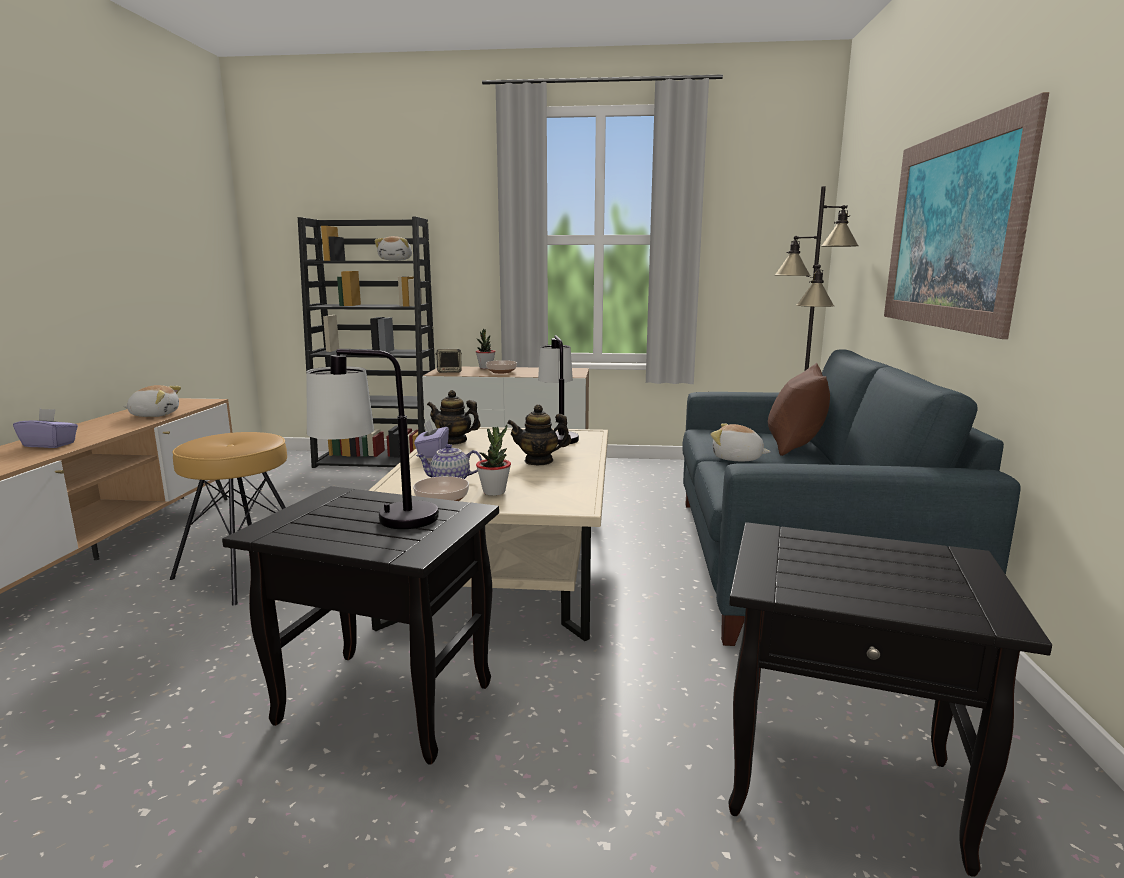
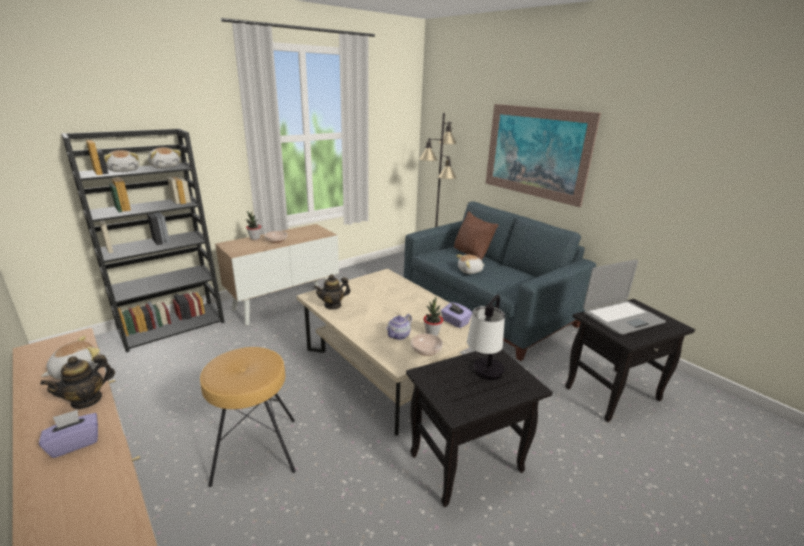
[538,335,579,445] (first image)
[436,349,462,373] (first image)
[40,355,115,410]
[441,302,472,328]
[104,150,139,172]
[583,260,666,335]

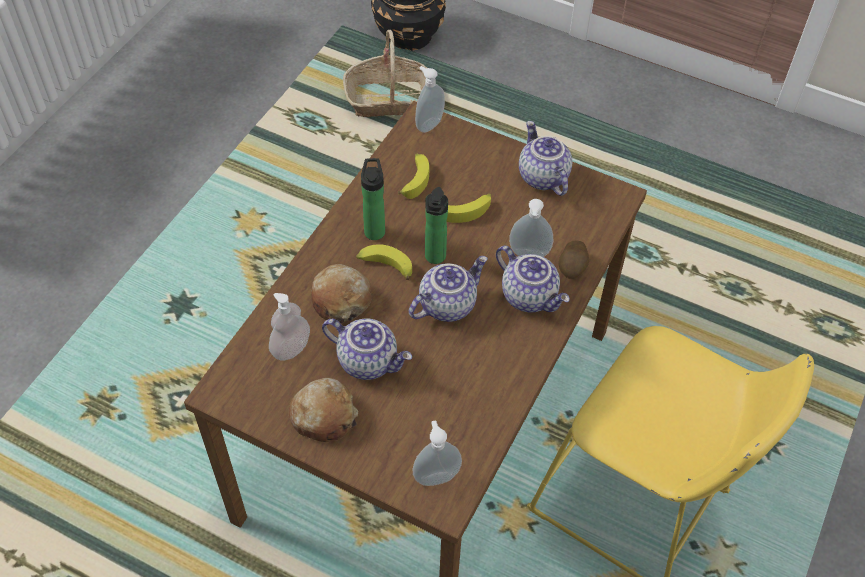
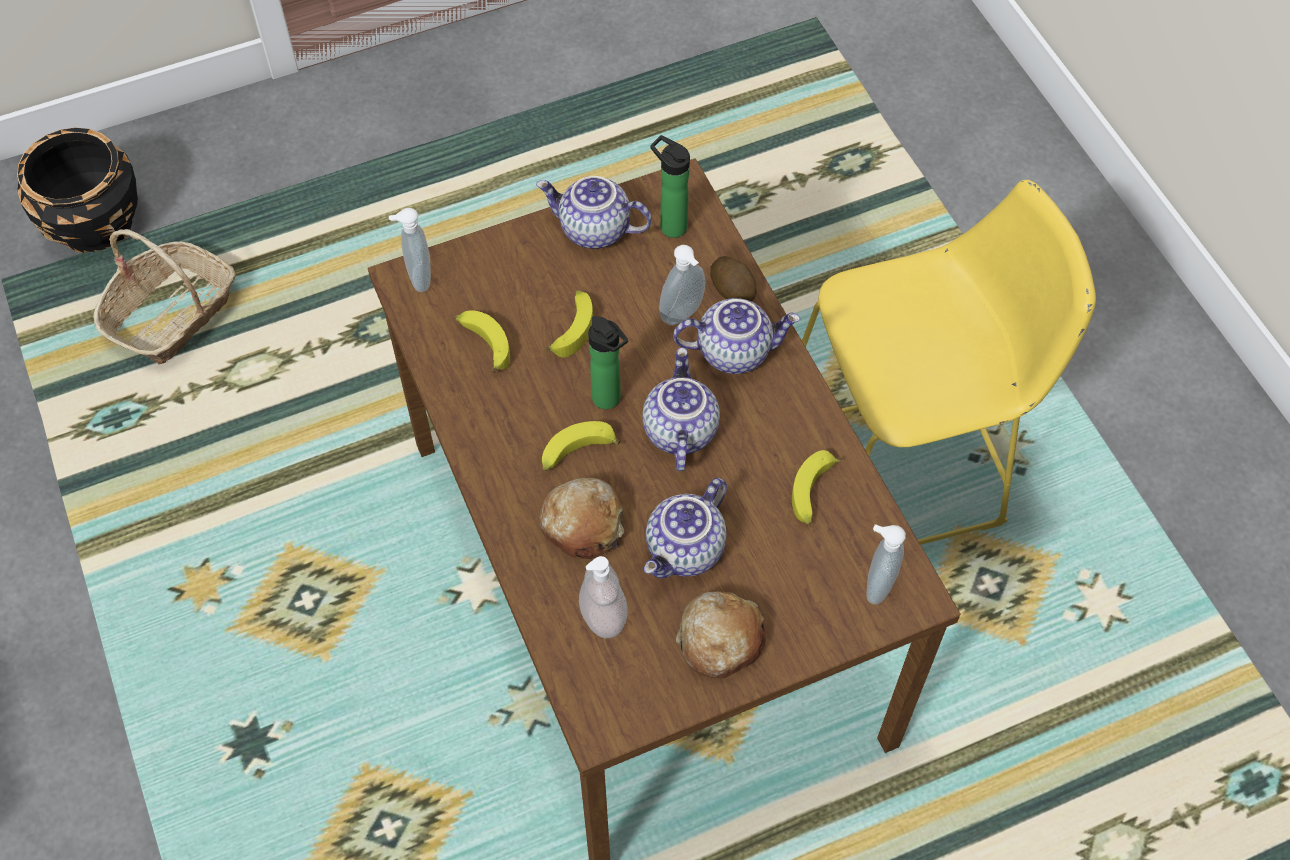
[651,135,690,238]
[644,478,727,579]
[792,450,841,525]

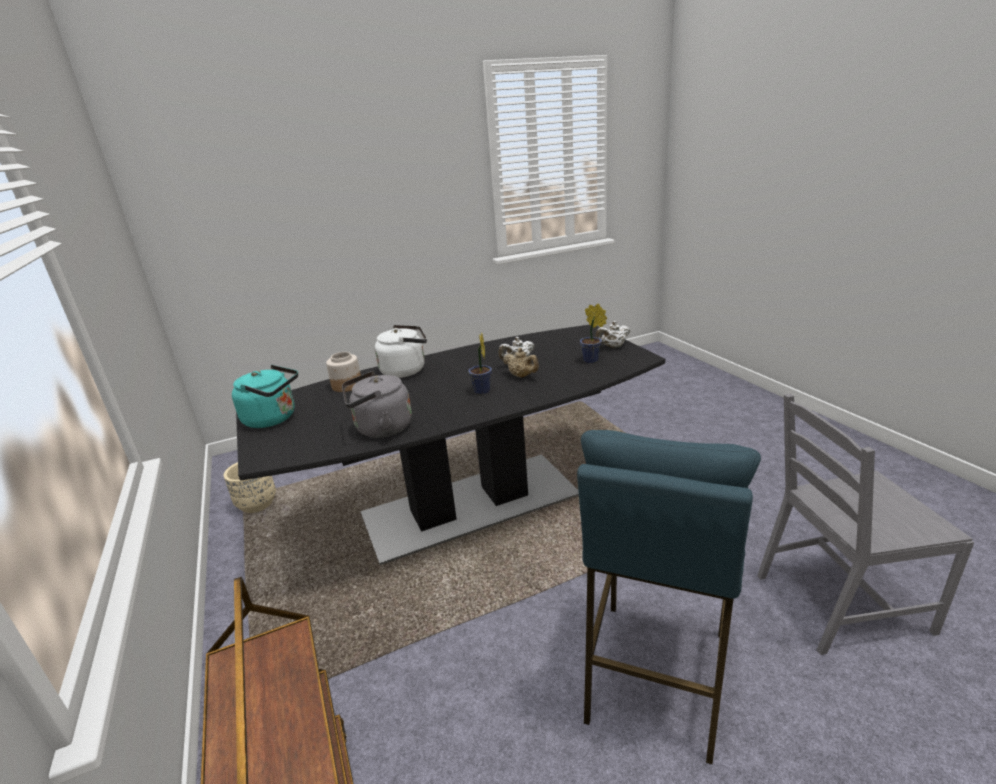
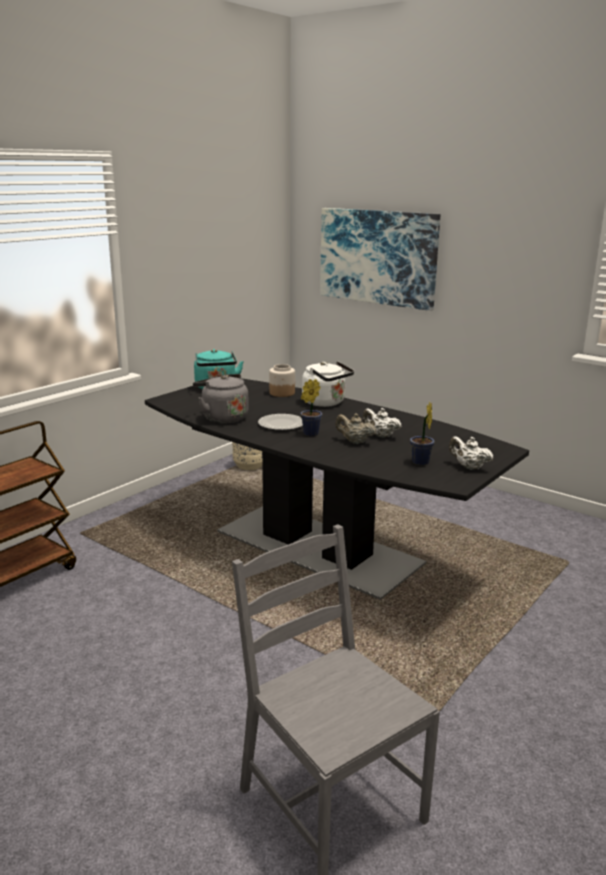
[335,413,376,444]
[577,430,761,765] (first image)
[320,208,440,311]
[258,414,303,430]

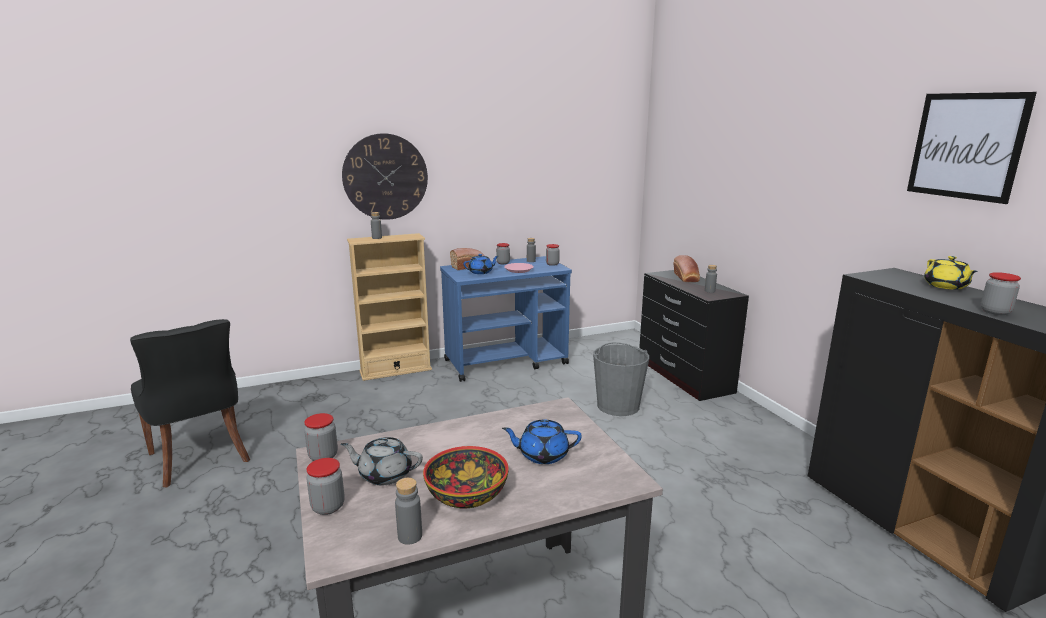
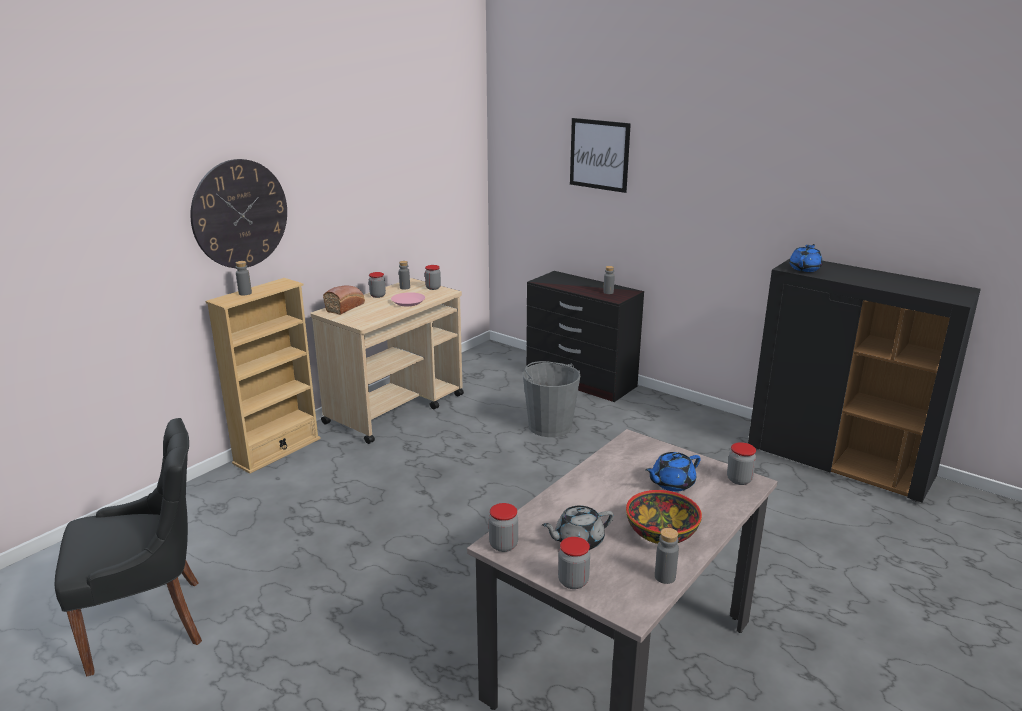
[570,118,631,193]
[789,244,823,272]
[673,255,700,282] (first image)
[310,278,464,444]
[924,256,978,290] (first image)
[727,442,756,485]
[55,418,202,676]

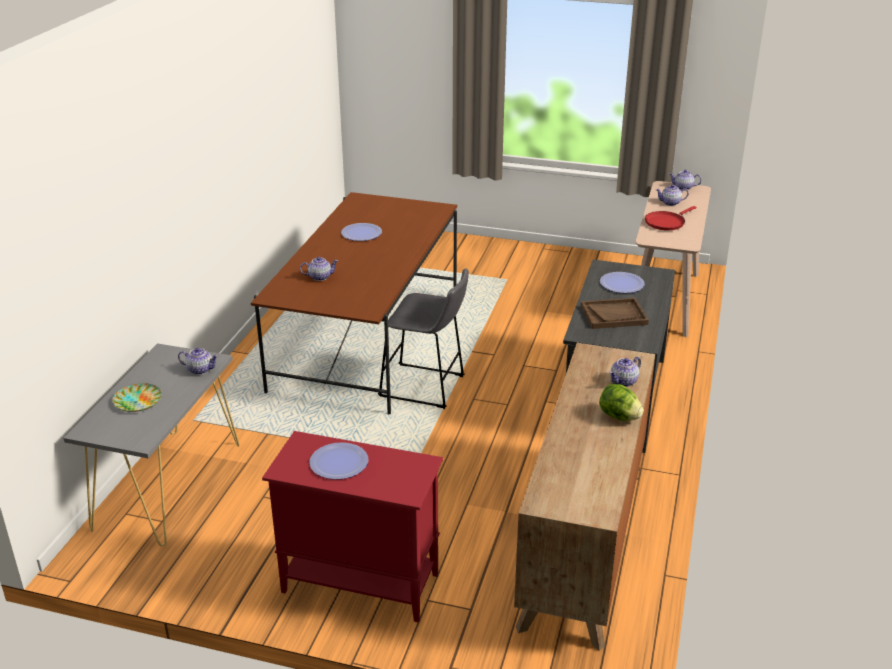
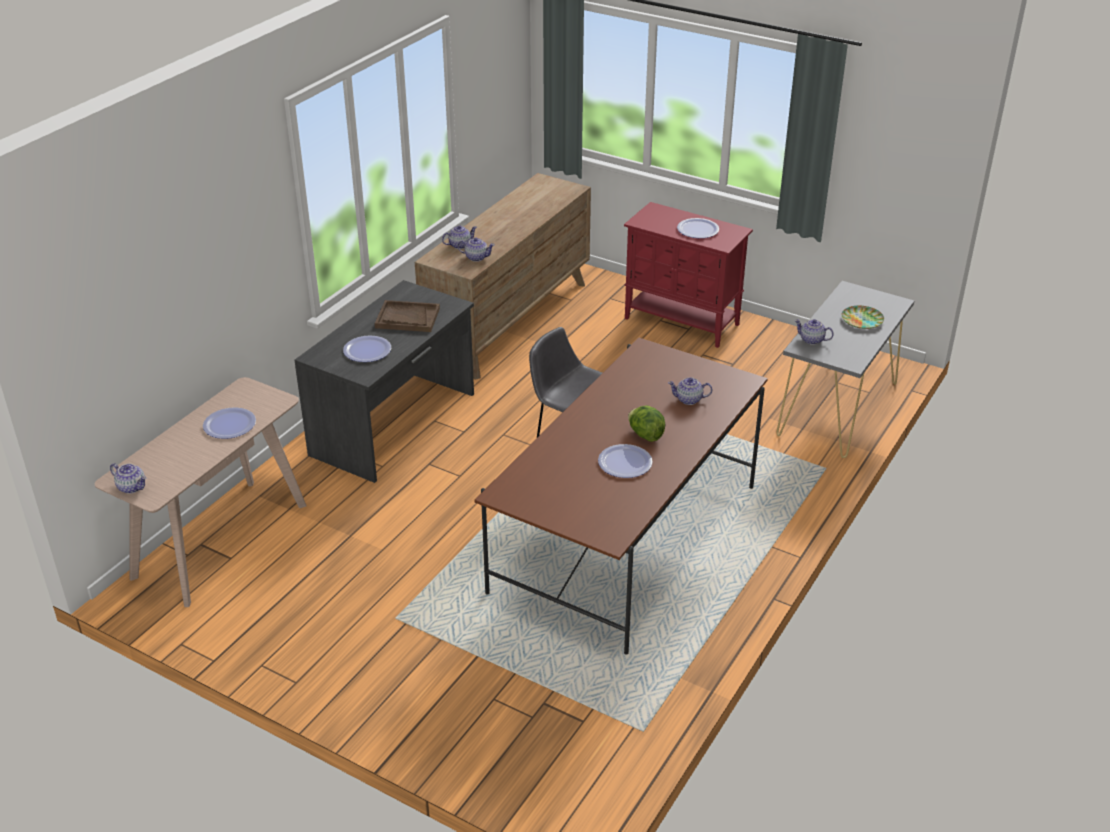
[458,238,495,262]
[203,407,256,439]
[628,405,665,442]

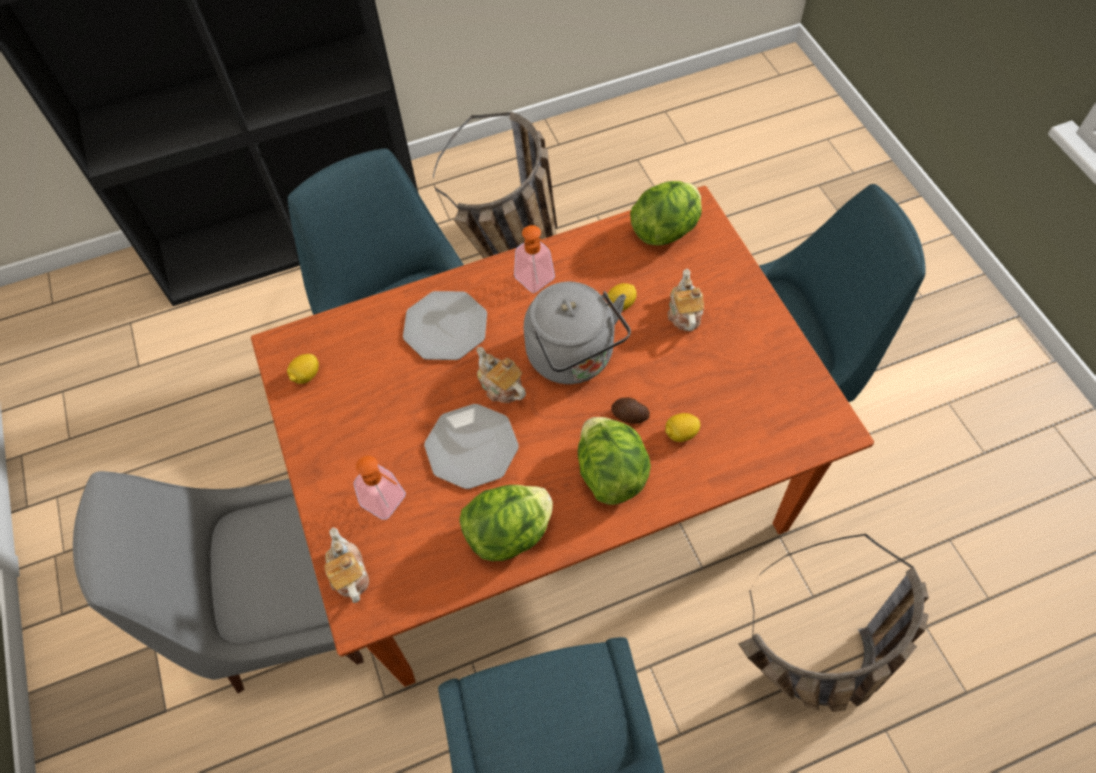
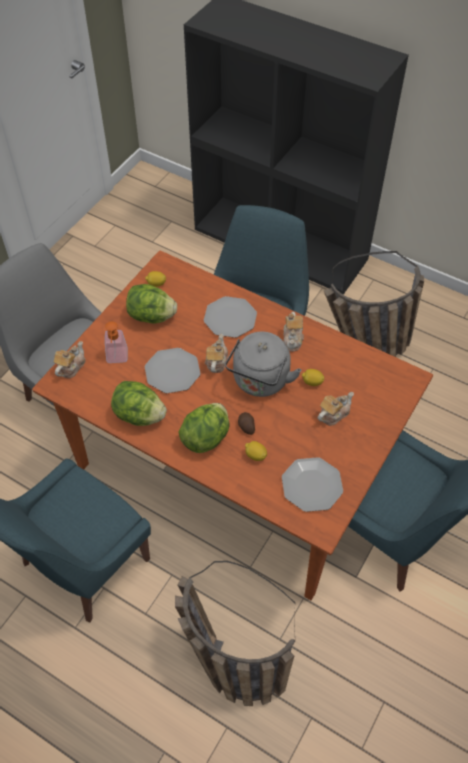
[126,284,177,324]
[283,312,304,351]
[282,457,343,512]

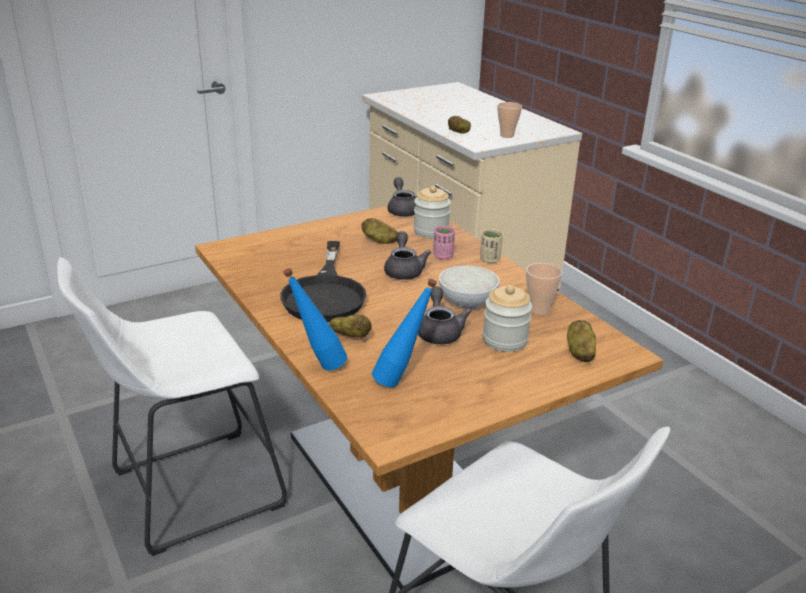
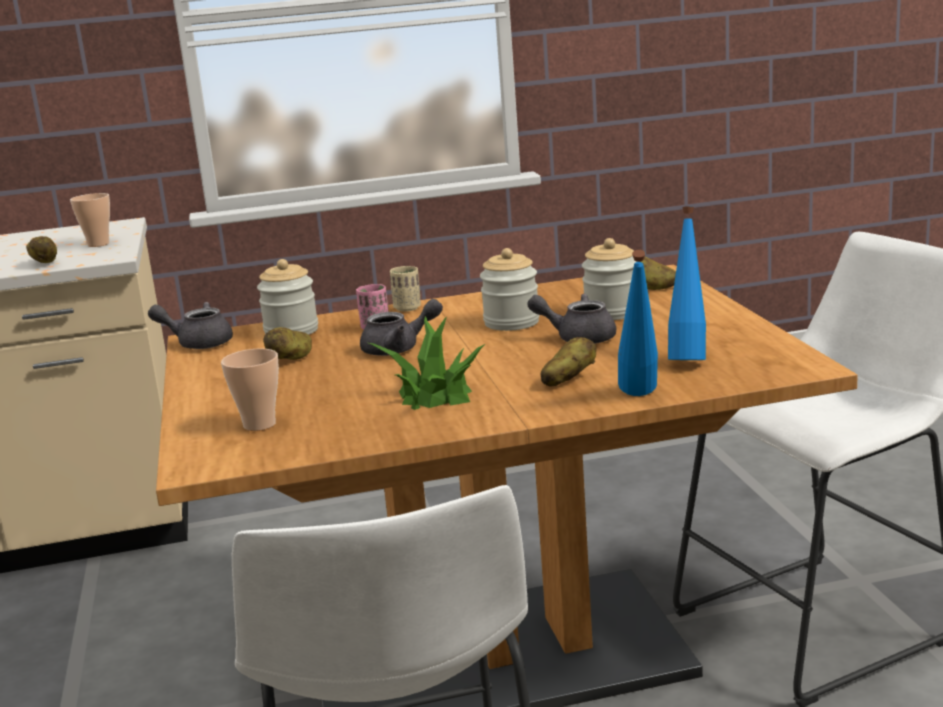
[360,299,443,356]
[368,316,485,410]
[221,348,279,431]
[480,248,540,331]

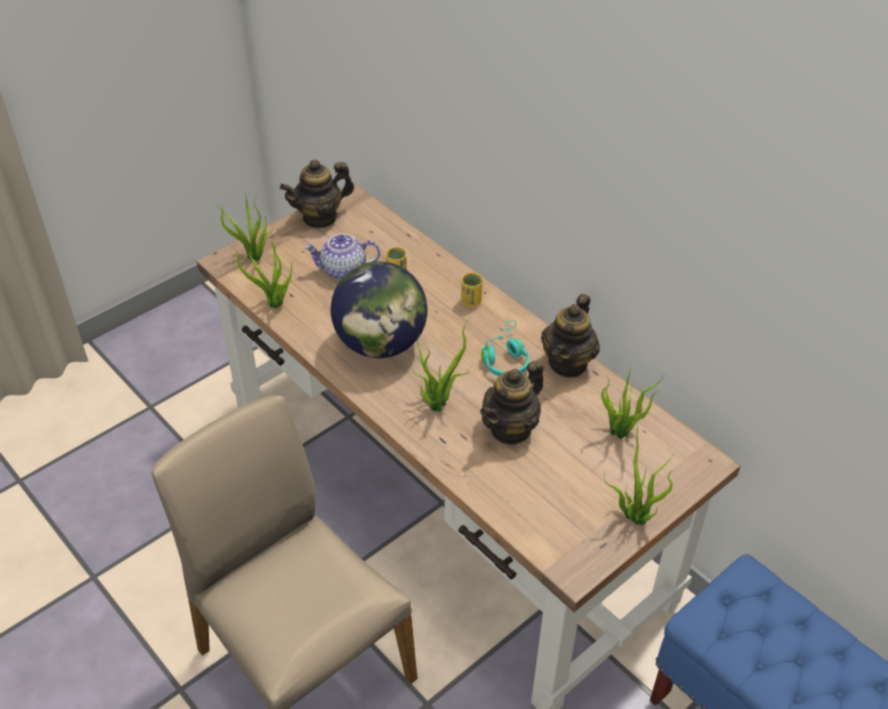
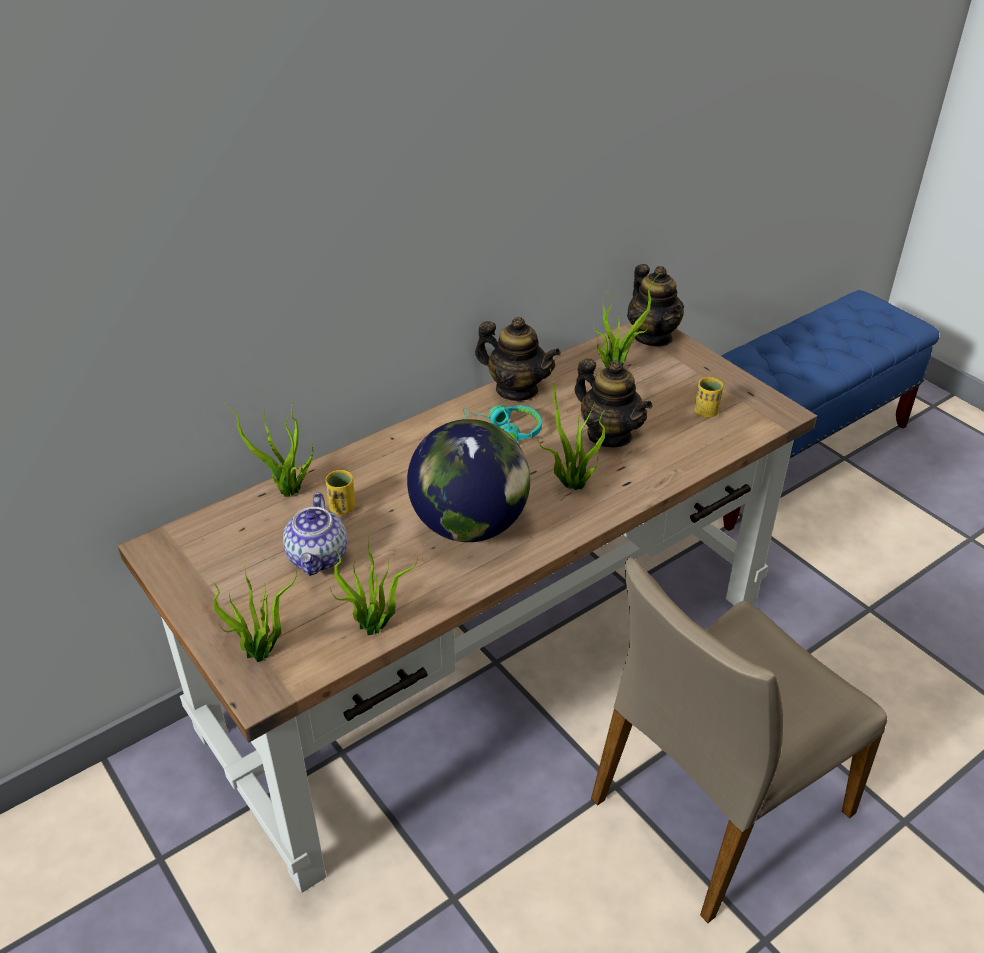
[627,264,684,347]
[695,377,723,418]
[224,402,314,497]

